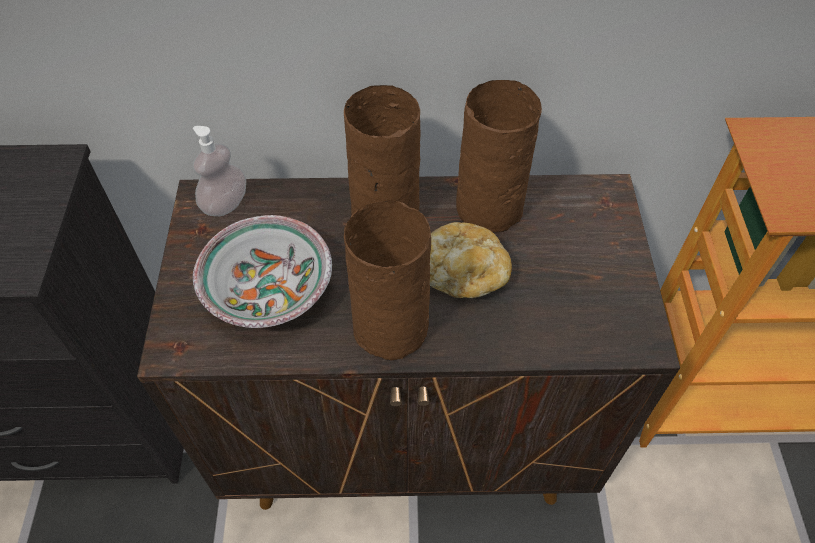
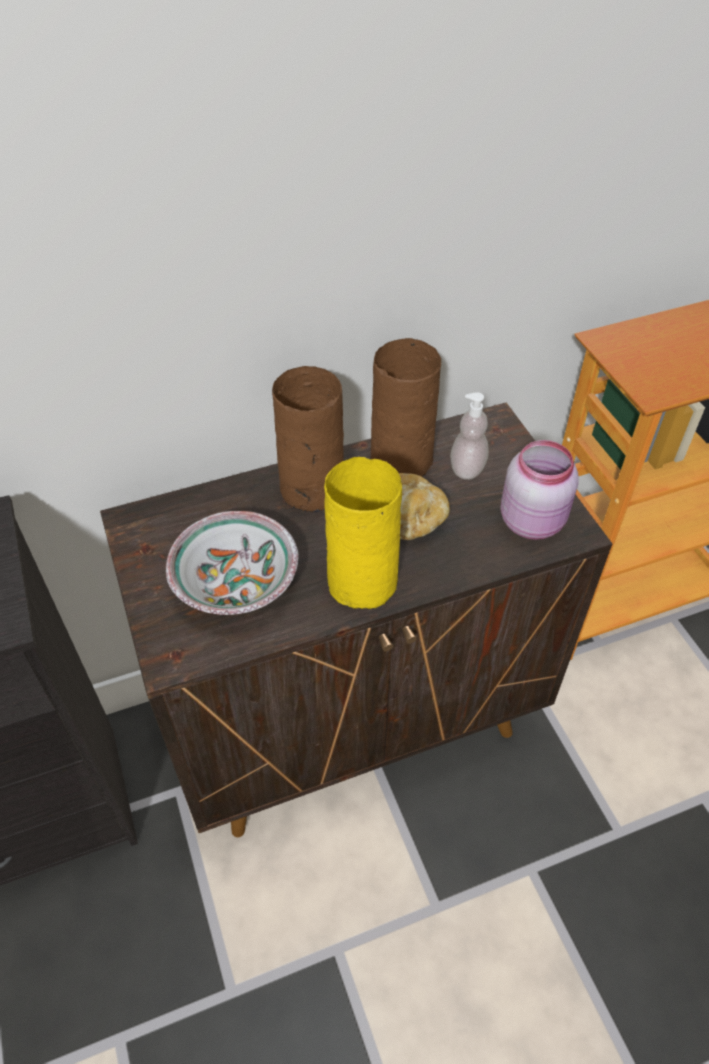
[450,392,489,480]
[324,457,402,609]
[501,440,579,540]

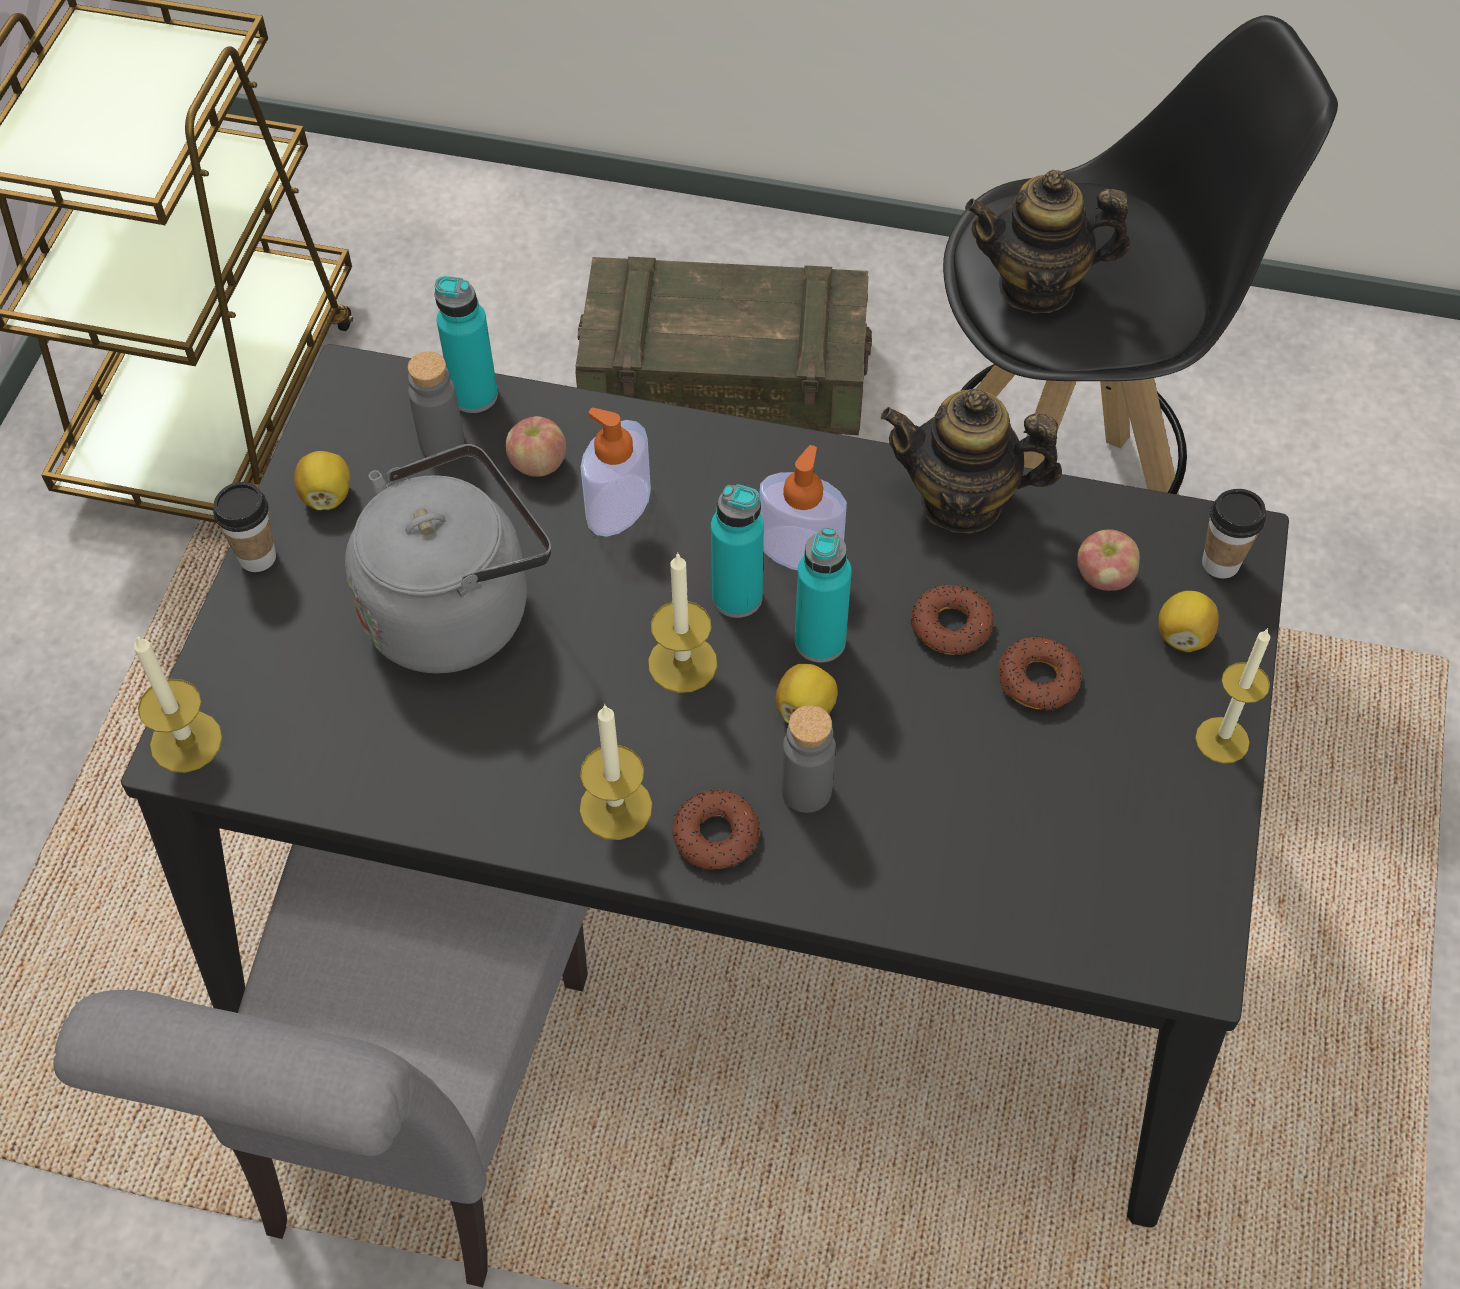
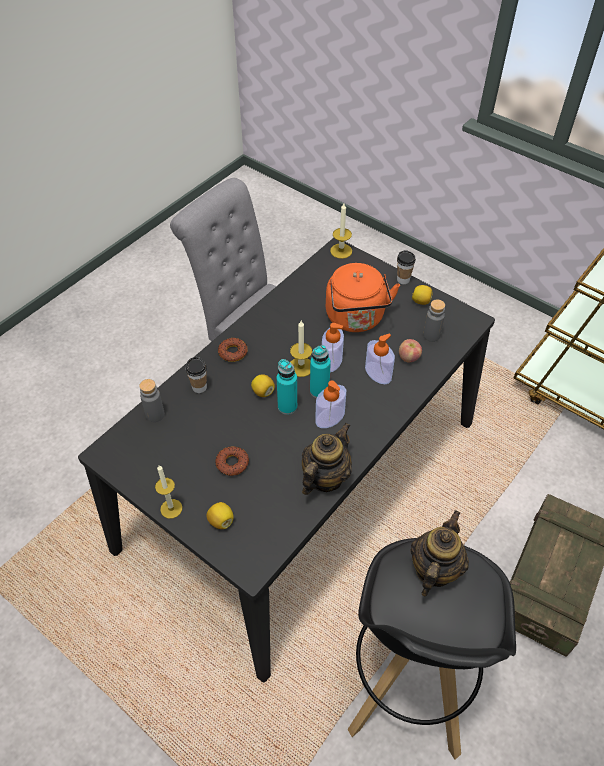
[435,276,498,413] (first image)
[326,263,400,332]
[186,357,207,393]
[1077,529,1140,591] (first image)
[911,585,994,655] (first image)
[580,704,652,840] (first image)
[139,379,165,422]
[322,323,344,372]

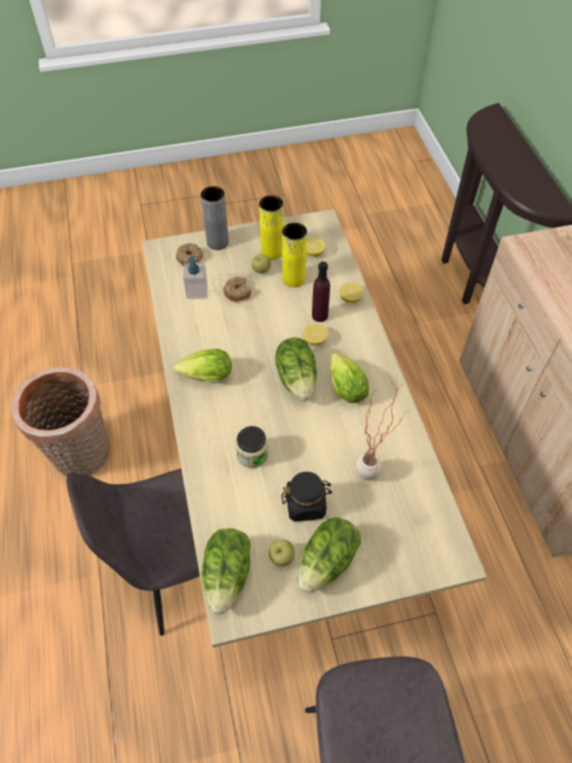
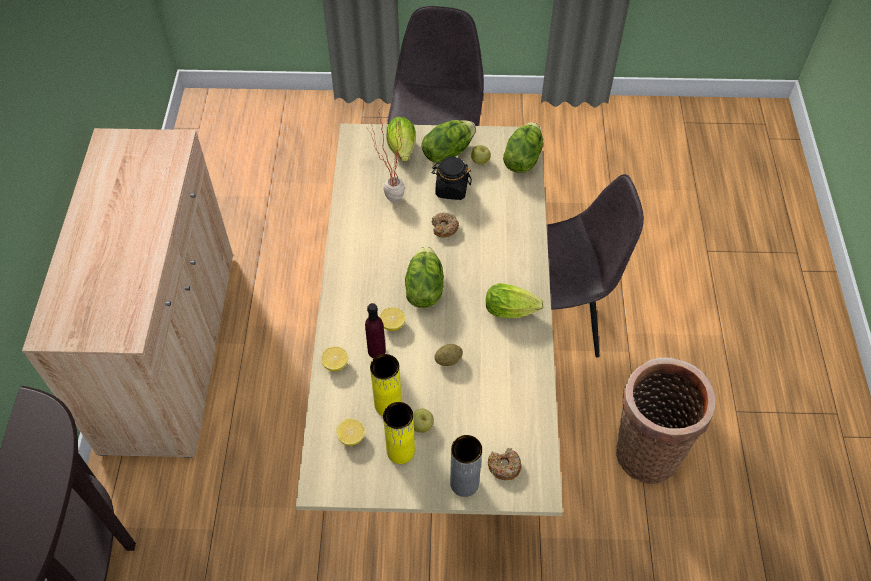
[183,256,208,299] (first image)
[431,213,459,238]
[386,117,416,161]
[236,426,268,468] (first image)
[435,344,463,366]

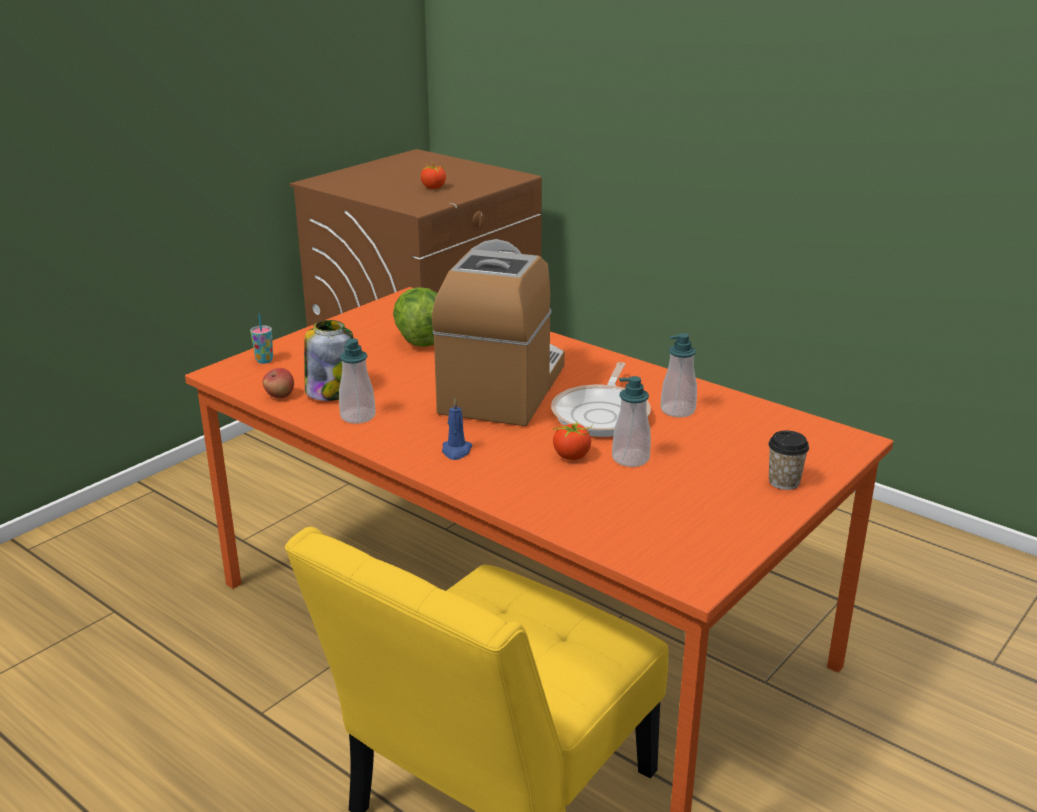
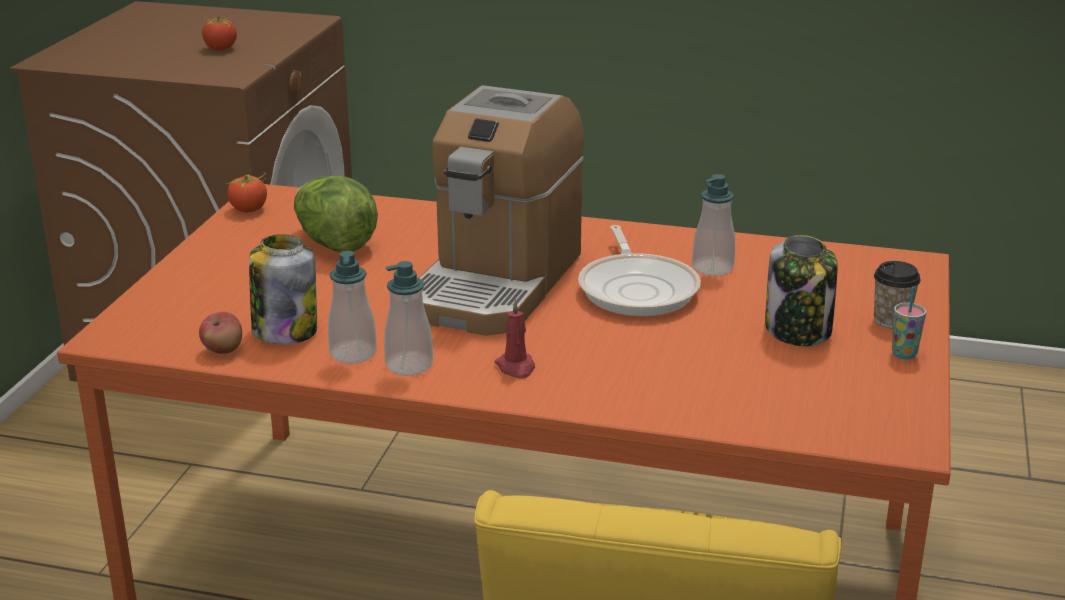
[419,85,584,336]
[892,287,926,359]
[384,261,433,376]
[494,299,535,379]
[226,173,267,212]
[765,235,838,346]

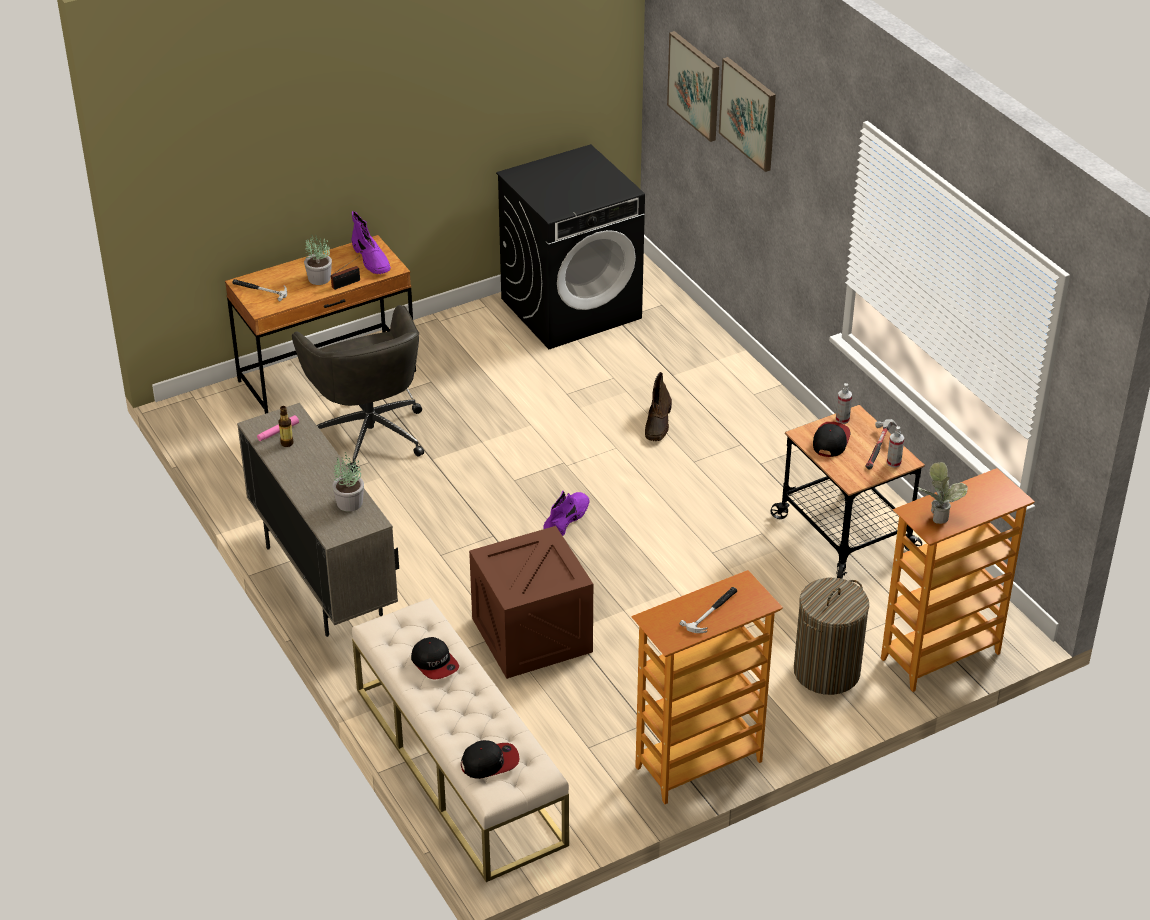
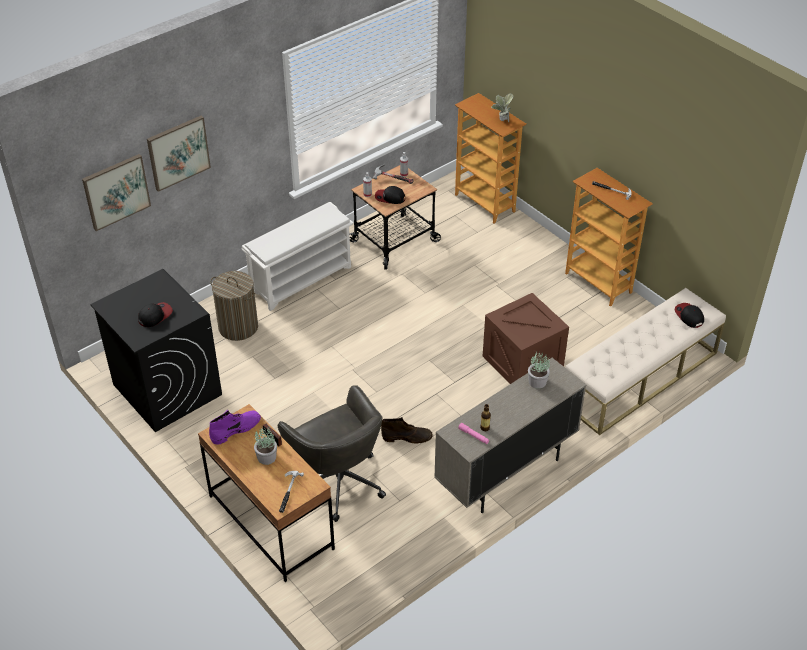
[278,385,386,522]
[381,417,433,444]
[543,491,590,536] (first image)
[210,271,258,341]
[138,302,173,327]
[242,202,354,311]

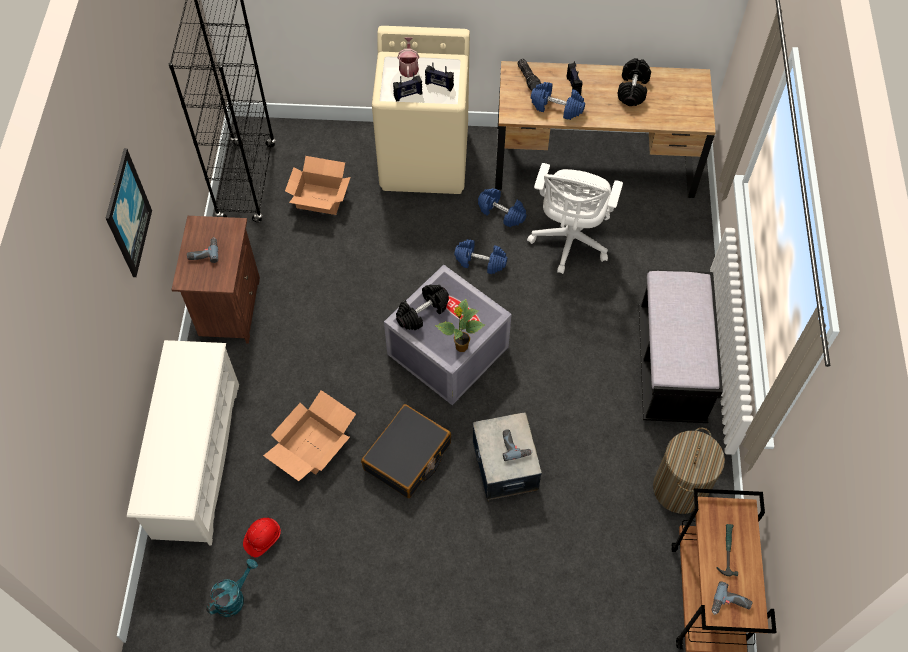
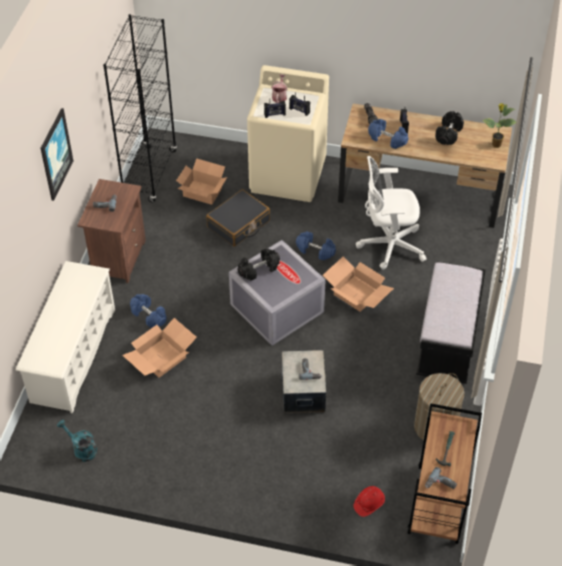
[356,156,427,270]
[130,294,167,328]
[482,103,516,148]
[206,189,270,246]
[353,486,385,517]
[57,420,97,462]
[323,257,394,312]

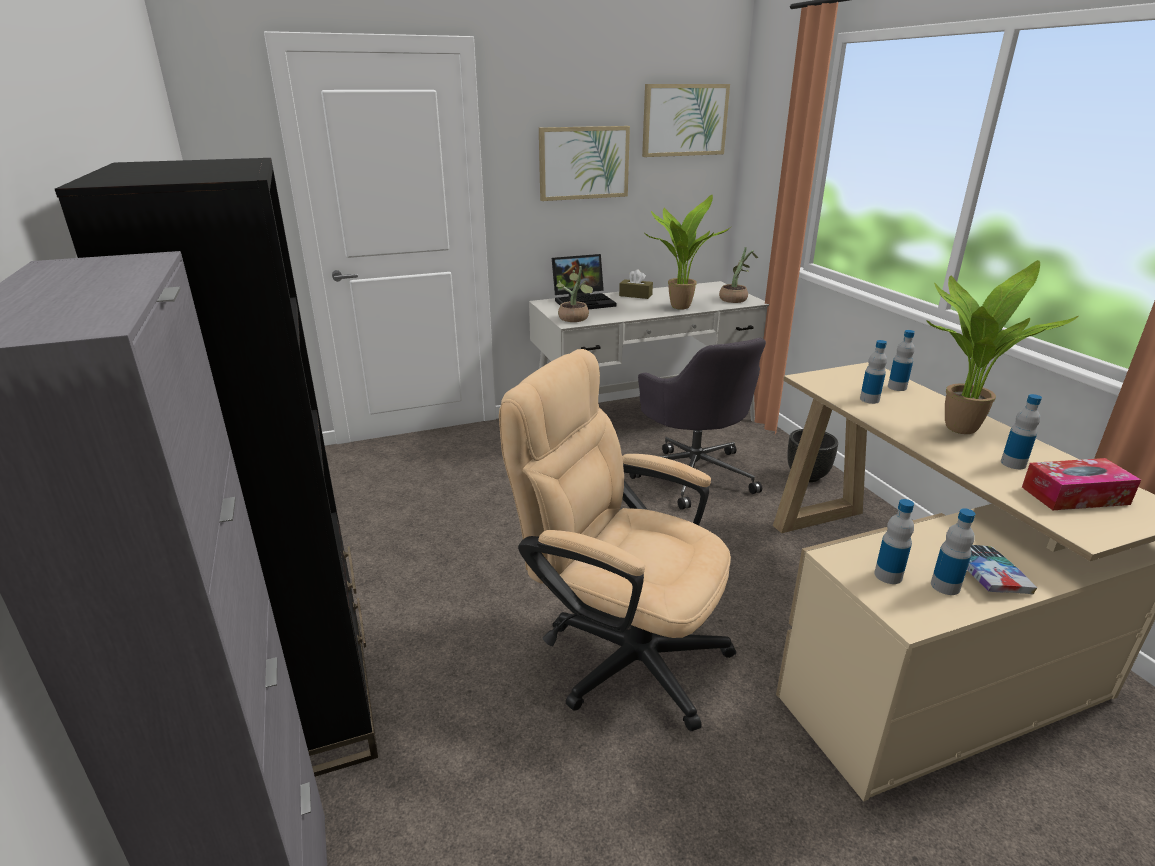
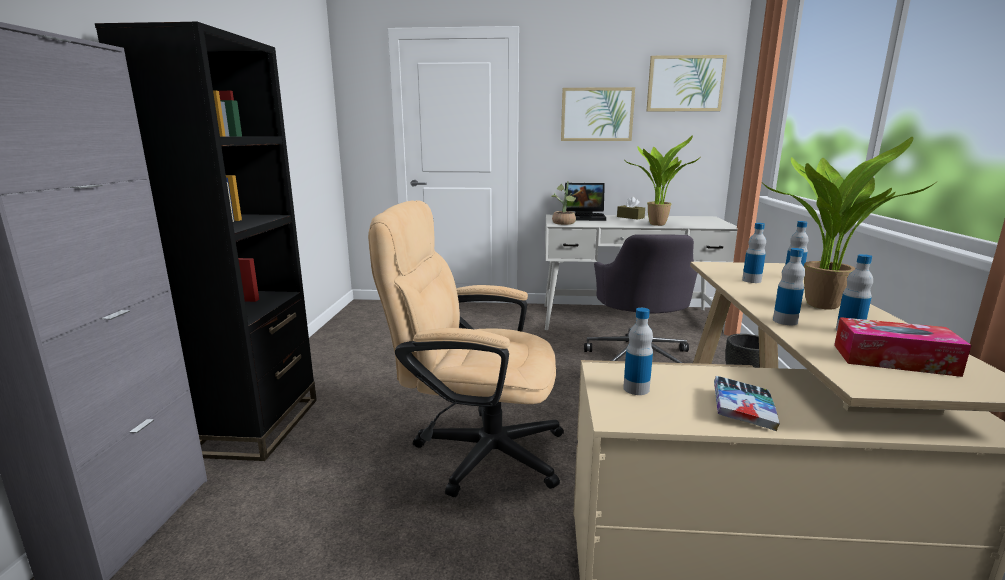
[719,247,758,303] (first image)
[368,200,564,497]
[773,248,805,325]

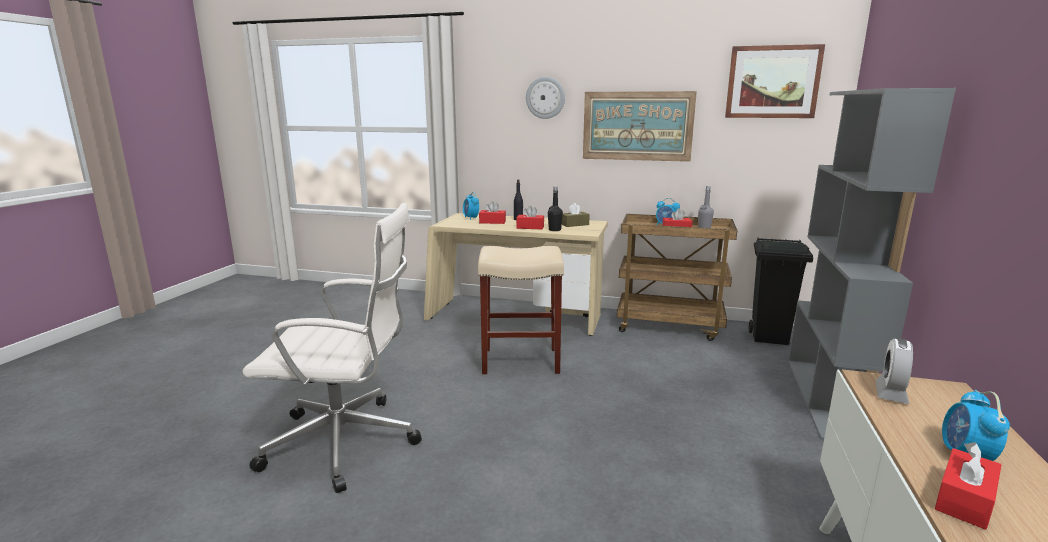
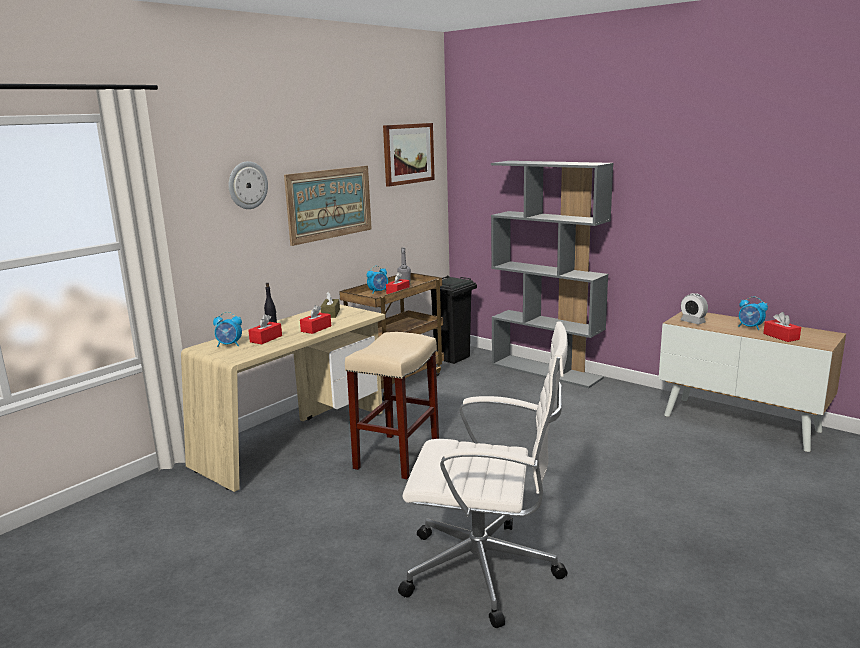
[548,186,563,231] (first image)
[398,321,568,628]

